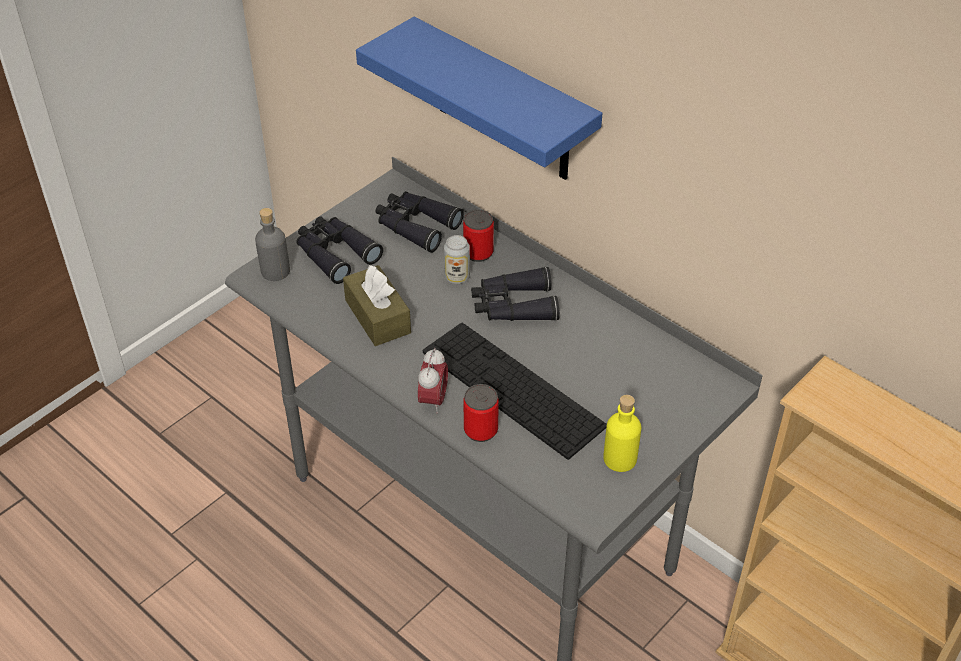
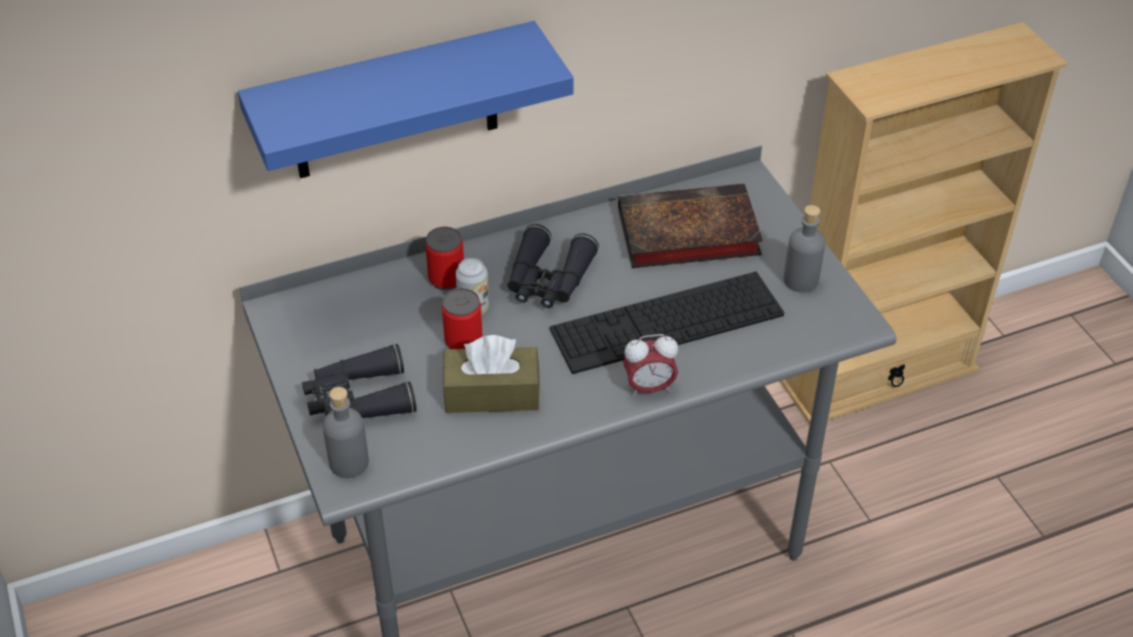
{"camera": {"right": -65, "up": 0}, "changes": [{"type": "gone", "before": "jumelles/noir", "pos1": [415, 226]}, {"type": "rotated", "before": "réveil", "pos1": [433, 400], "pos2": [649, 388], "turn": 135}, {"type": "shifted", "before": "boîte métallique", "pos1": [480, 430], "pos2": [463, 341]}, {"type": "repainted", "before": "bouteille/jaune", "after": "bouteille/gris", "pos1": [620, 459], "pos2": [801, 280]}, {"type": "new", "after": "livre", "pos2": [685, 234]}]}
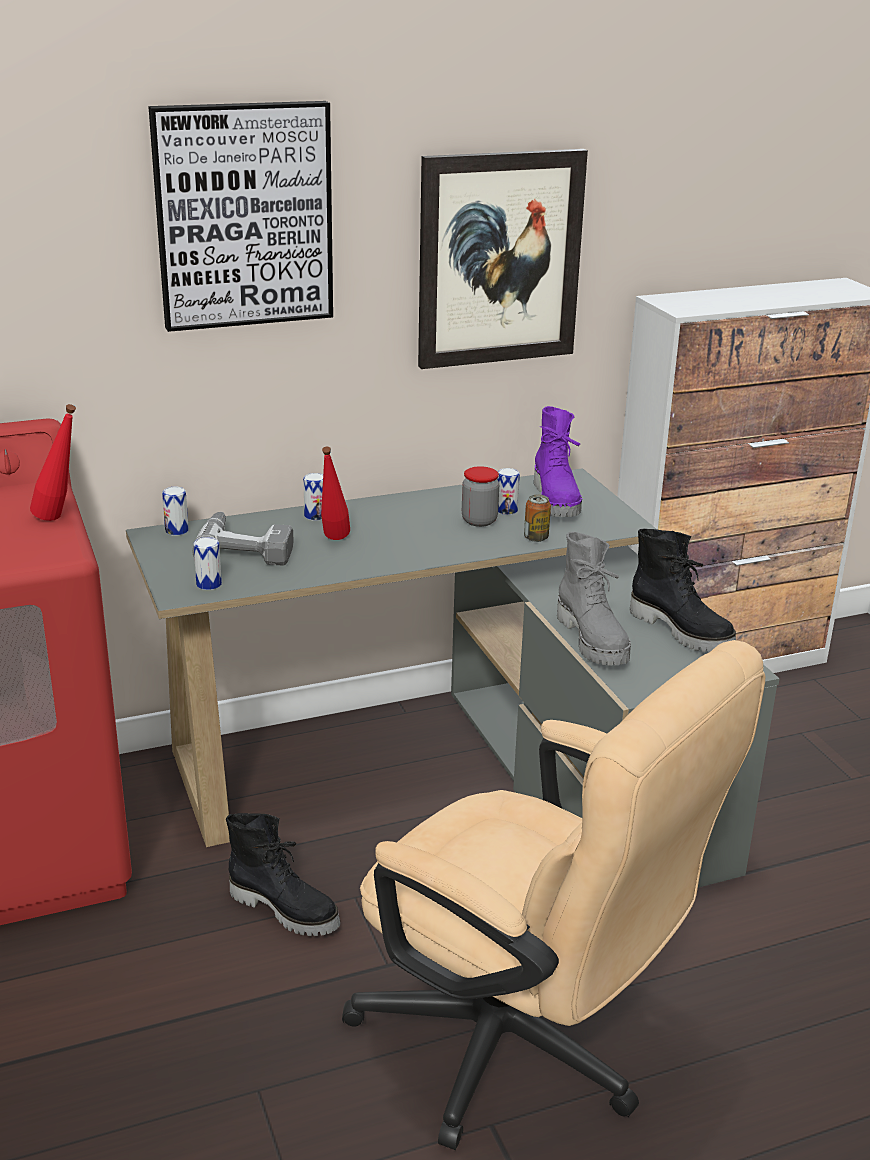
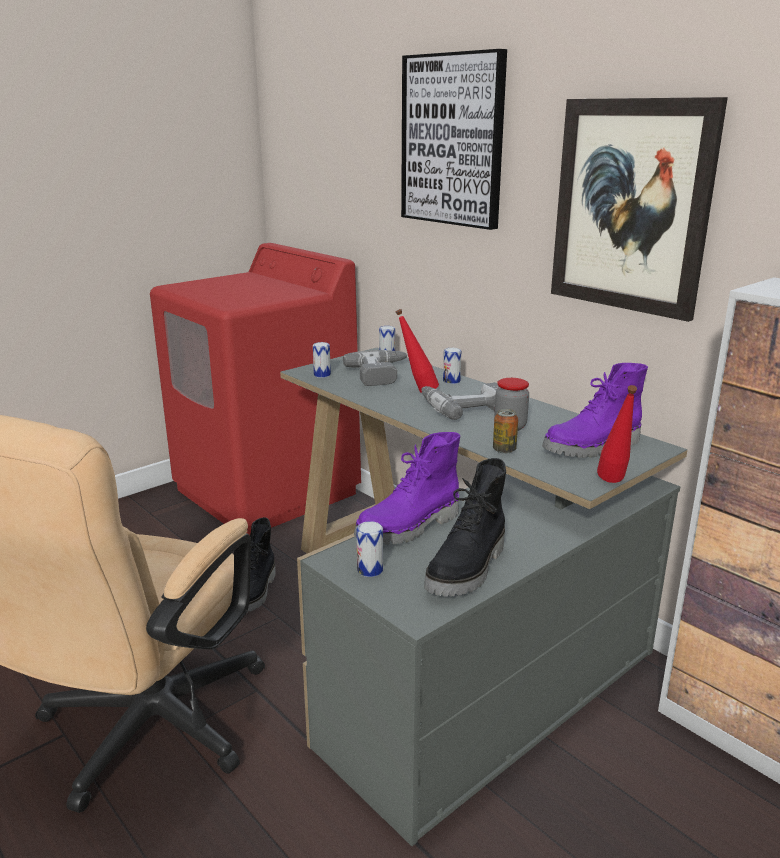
{"camera": {"right": 70, "up": -5}, "changes": [{"type": "shifted", "before": "bouteille/rouge", "pos1": [61, 519], "pos2": [613, 484]}, {"type": "shifted", "before": "boîte métallique", "pos1": [506, 510], "pos2": [370, 570]}, {"type": "repainted", "before": "botte/gris", "after": "botte/violet", "pos1": [593, 640], "pos2": [410, 528]}, {"type": "new", "after": "perceuse", "pos2": [464, 406]}]}
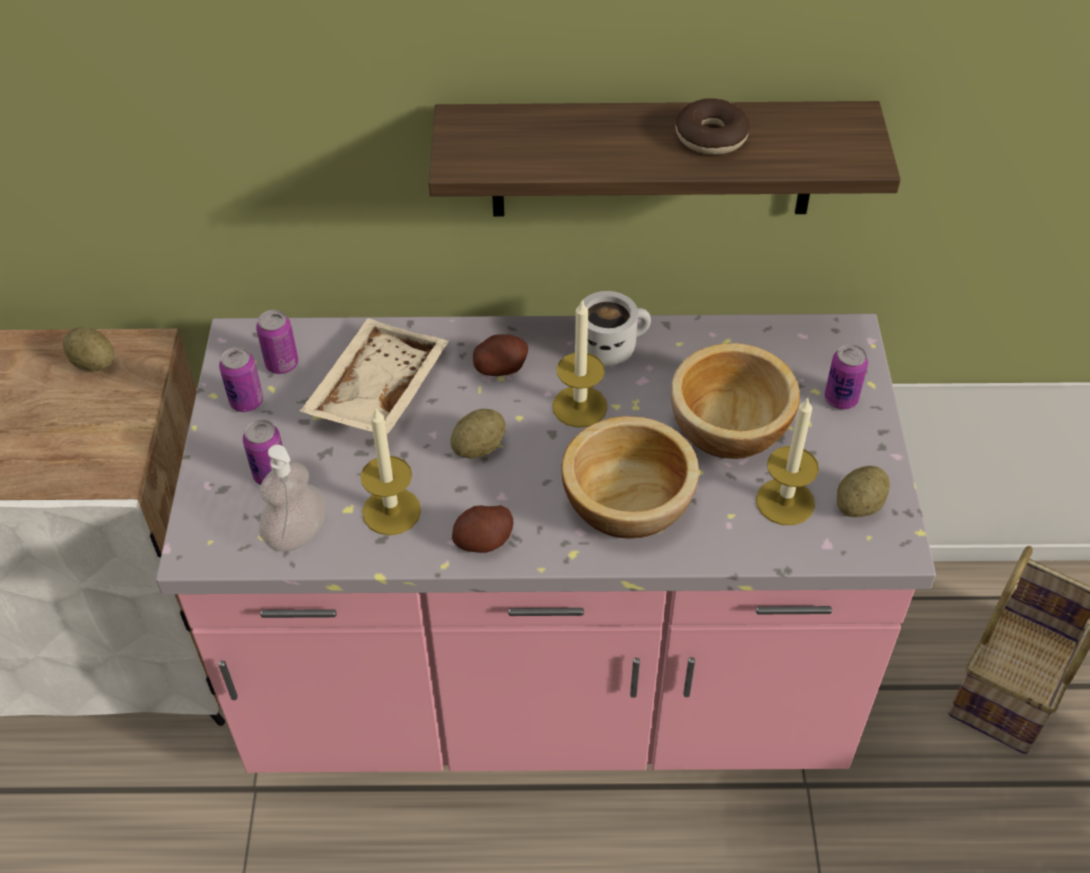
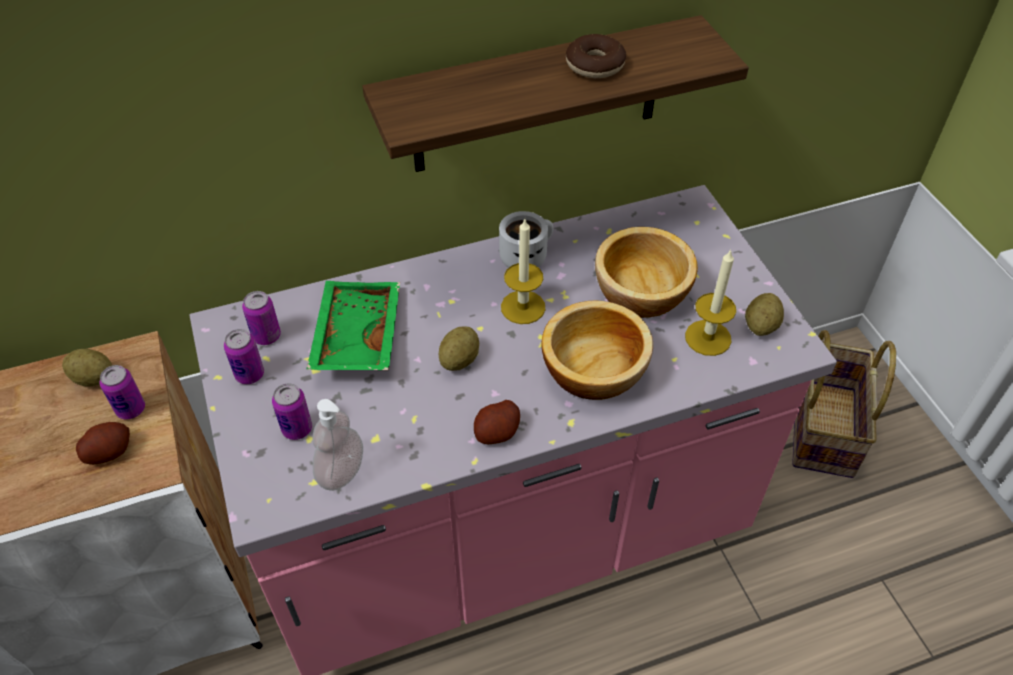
{"camera": {"right": -20, "up": 0}, "changes": [{"type": "repainted", "before": "plateau/beige", "after": "plateau/vert", "pos1": [376, 390], "pos2": [355, 336]}, {"type": "gone", "before": "bougie", "pos1": [391, 511]}, {"type": "shifted", "before": "pomme de terre", "pos1": [500, 367], "pos2": [109, 452]}, {"type": "shifted", "before": "boîte métallique", "pos1": [841, 399], "pos2": [131, 409]}]}
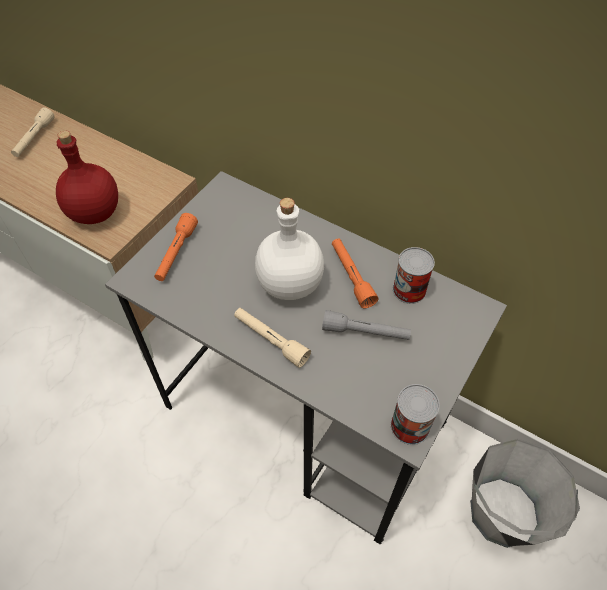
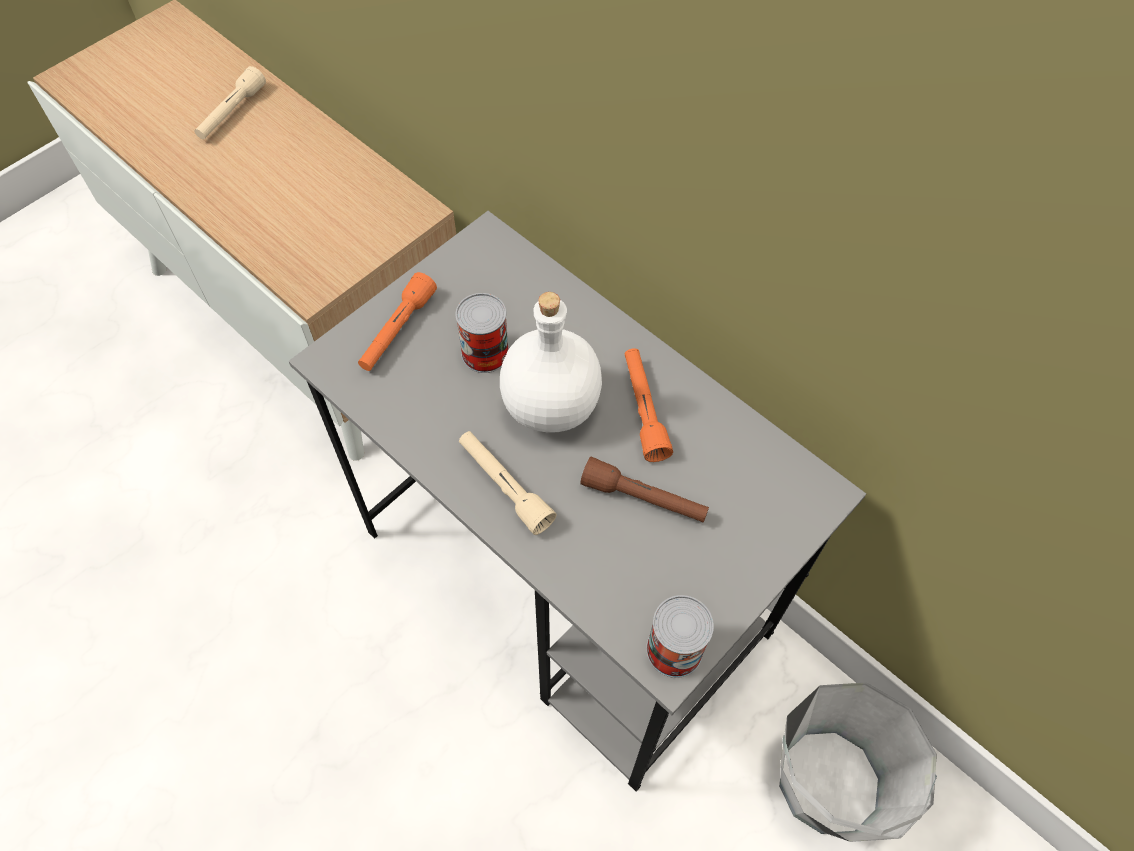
{"camera": {"right": 10, "up": 5}, "changes": [{"type": "gone", "before": "bouteille/rouge", "pos1": [96, 213]}, {"type": "repainted", "before": "lampe de poche/gris", "after": "lampe de poche/marron", "pos1": [365, 332], "pos2": [644, 499]}, {"type": "shifted", "before": "boîte métallique", "pos1": [409, 290], "pos2": [485, 353]}]}
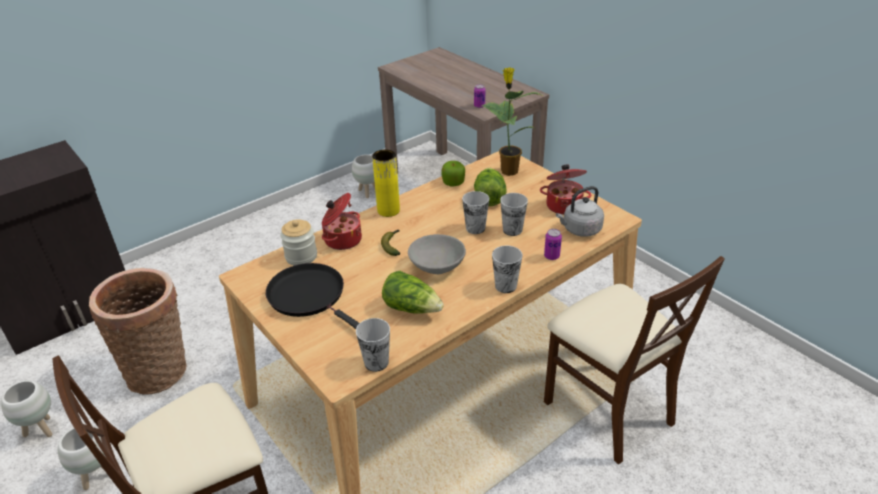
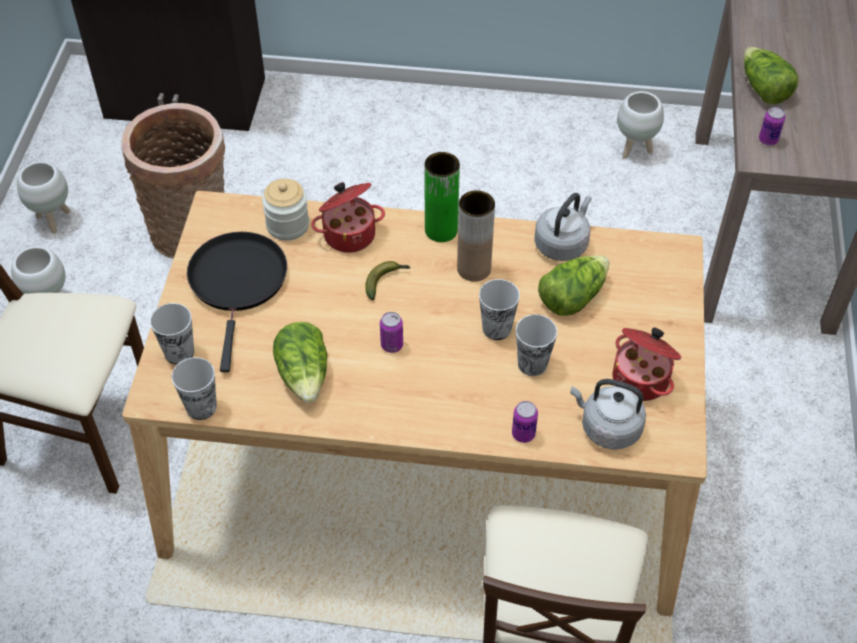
{"camera": {"right": 45, "up": 15}, "changes": [{"type": "repainted", "before": "vase/jaune", "after": "vase/vert", "pos1": [388, 210], "pos2": [441, 230]}, {"type": "swapped", "before": "bol/gris", "after": "boîte métallique", "pos1": [437, 266], "pos2": [392, 345]}, {"type": "swapped", "before": "pomme", "after": "bouilloire/gris", "pos1": [453, 182], "pos2": [562, 244]}, {"type": "gone", "before": "plante en pot", "pos1": [508, 170]}, {"type": "shifted", "before": "tasse", "pos1": [505, 286], "pos2": [179, 352]}, {"type": "new", "after": "vase/marron", "pos2": [474, 269]}, {"type": "new", "after": "laitue", "pos2": [763, 89]}]}
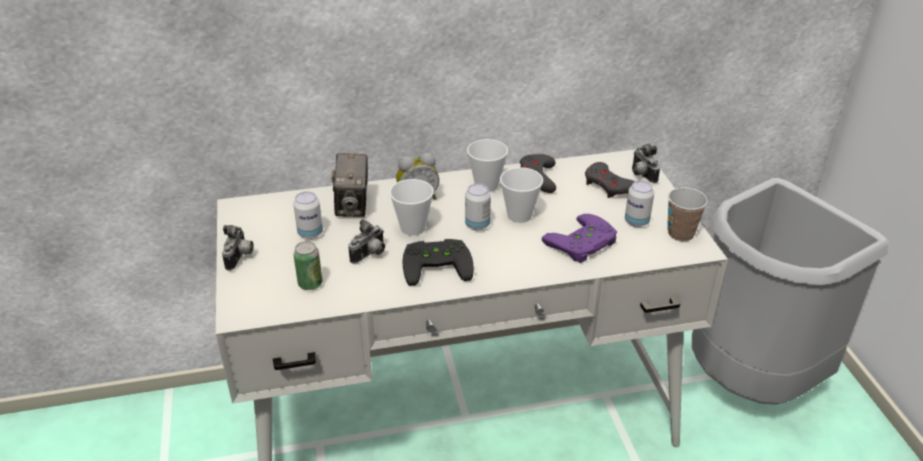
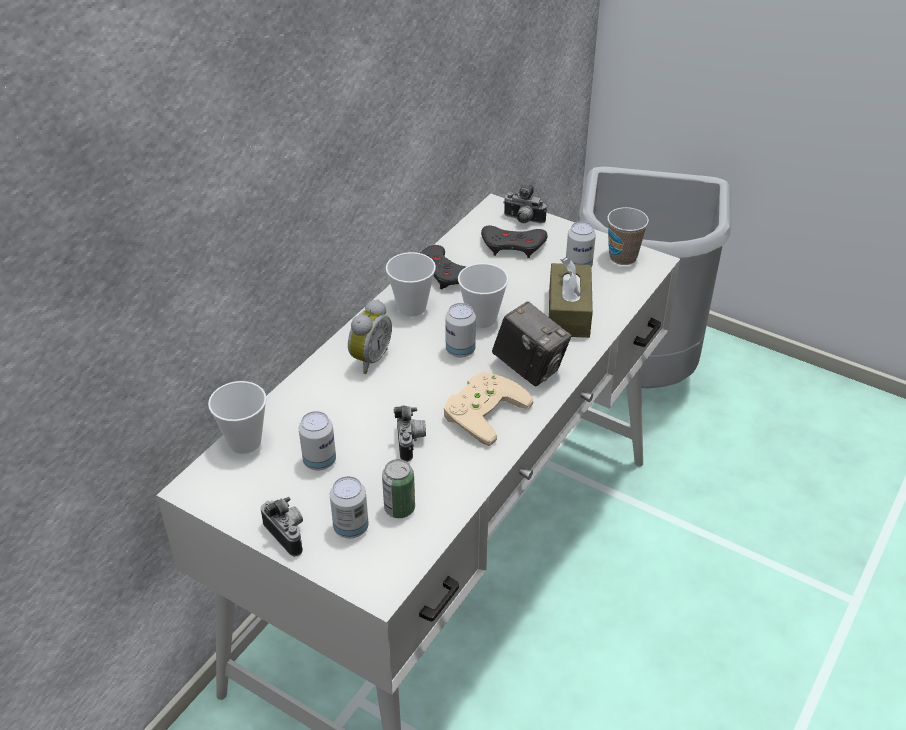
{"camera": {"right": -45, "up": 5}, "changes": [{"type": "shifted", "before": "appareil photo", "pos1": [353, 206], "pos2": [529, 368]}, {"type": "shifted", "before": "tasse", "pos1": [413, 228], "pos2": [245, 442]}, {"type": "repainted", "before": "manette/noir", "after": "manette/beige", "pos1": [437, 264], "pos2": [481, 409]}, {"type": "swapped", "before": "manette/violet", "after": "boîte à mouchoirs/marron", "pos1": [583, 244], "pos2": [569, 312]}, {"type": "new", "after": "boîte métallique", "pos2": [351, 527]}]}
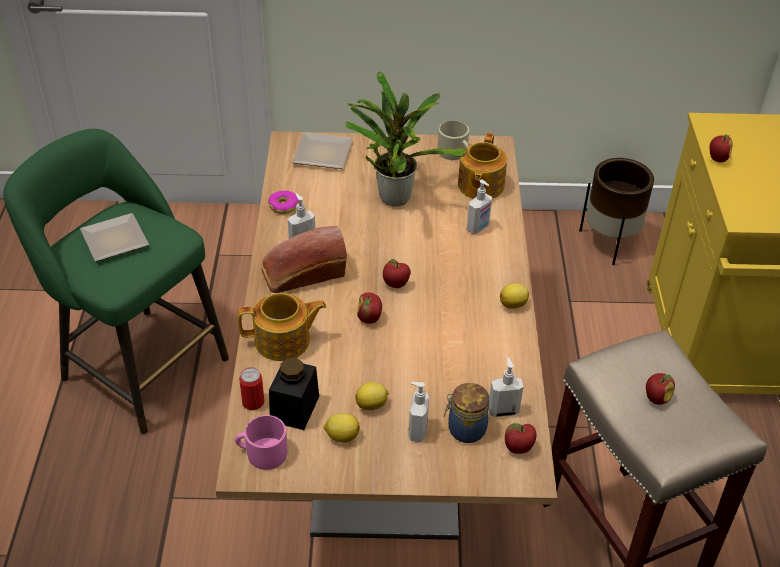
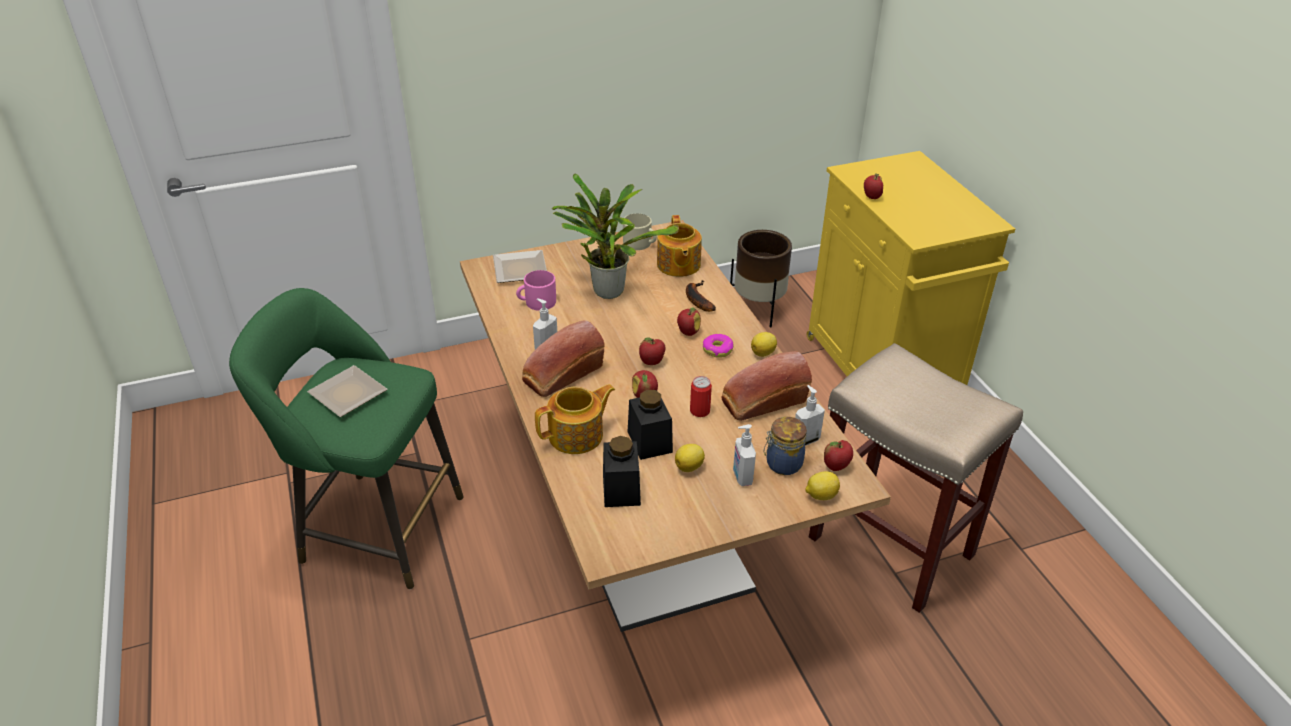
{"camera": {"right": -20, "up": -5}, "changes": [{"type": "shifted", "before": "mug/rose", "pos1": [262, 453], "pos2": [536, 302]}, {"type": "shifted", "before": "boîte métallique", "pos1": [253, 402], "pos2": [700, 411]}, {"type": "shifted", "before": "beignet", "pos1": [284, 206], "pos2": [717, 349]}, {"type": "shifted", "before": "citron", "pos1": [341, 436], "pos2": [820, 495]}, {"type": "swapped", "before": "distributeur de savon", "after": "banane", "pos1": [478, 228], "pos2": [697, 299]}, {"type": "shifted", "before": "pomme", "pos1": [656, 398], "pos2": [688, 332]}, {"type": "new", "after": "bocal/noir", "pos2": [649, 442]}, {"type": "new", "after": "pain", "pos2": [762, 402]}]}
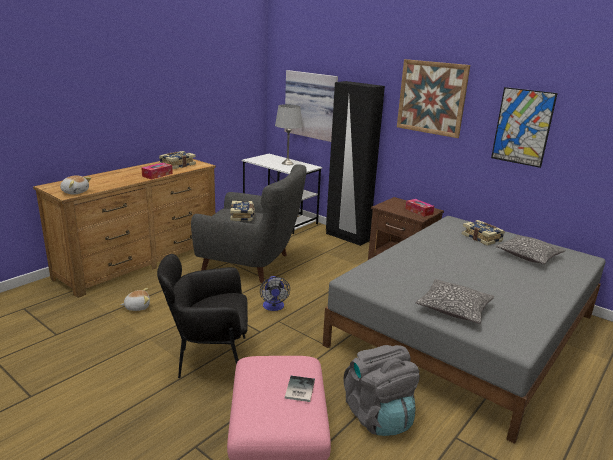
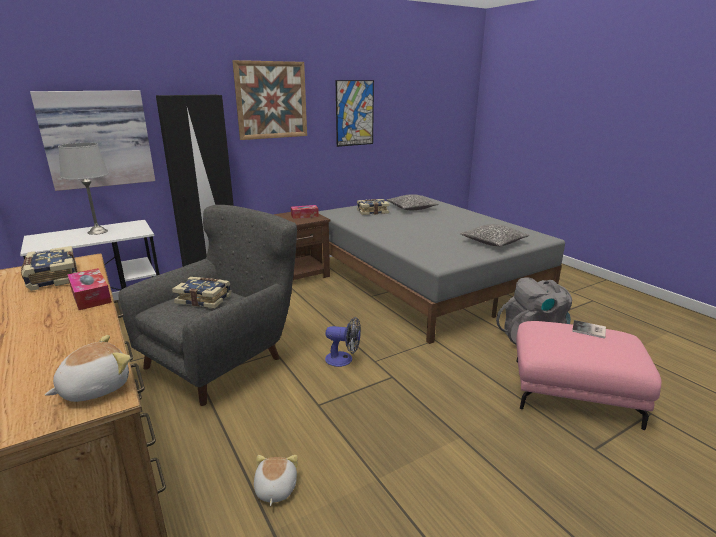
{"camera": {"right": -70, "up": 0}, "changes": [{"type": "gone", "before": "fauteuil/noir", "pos1": [209, 362]}]}
